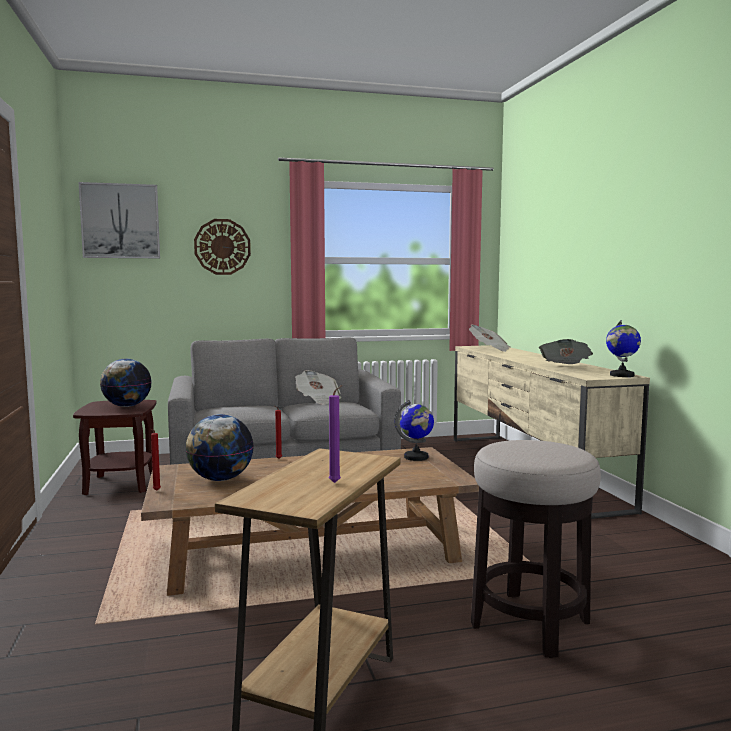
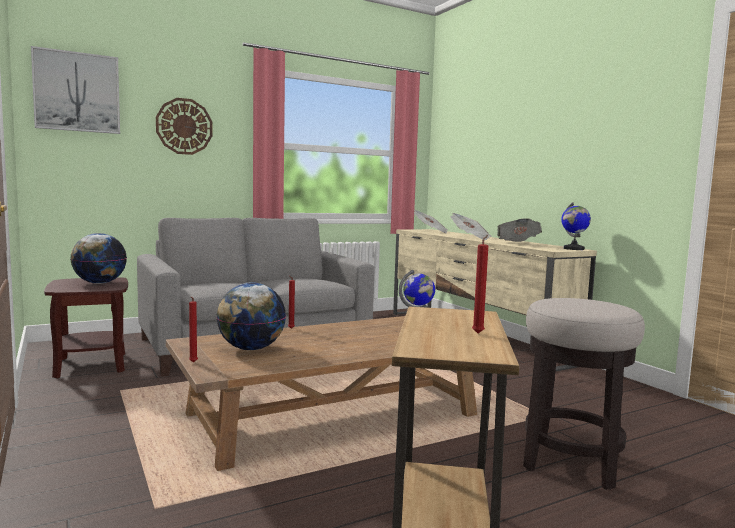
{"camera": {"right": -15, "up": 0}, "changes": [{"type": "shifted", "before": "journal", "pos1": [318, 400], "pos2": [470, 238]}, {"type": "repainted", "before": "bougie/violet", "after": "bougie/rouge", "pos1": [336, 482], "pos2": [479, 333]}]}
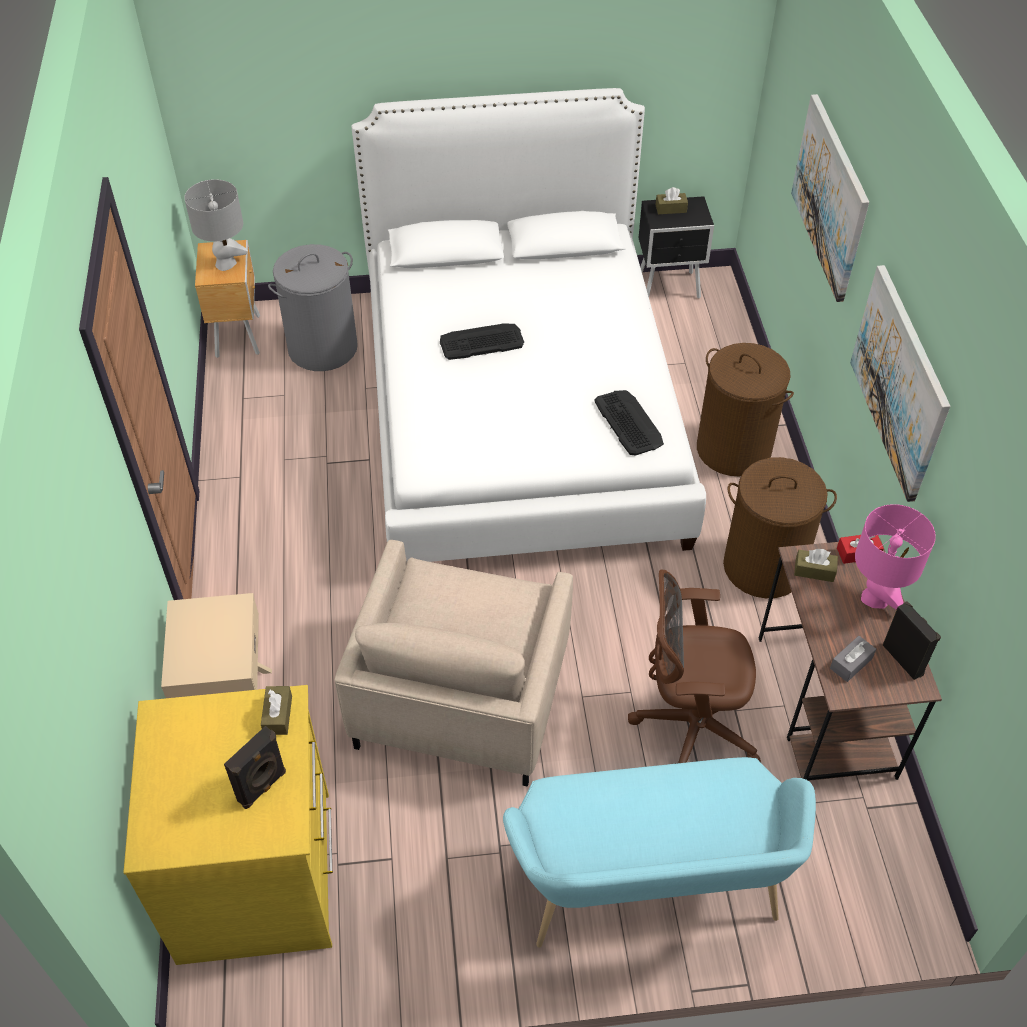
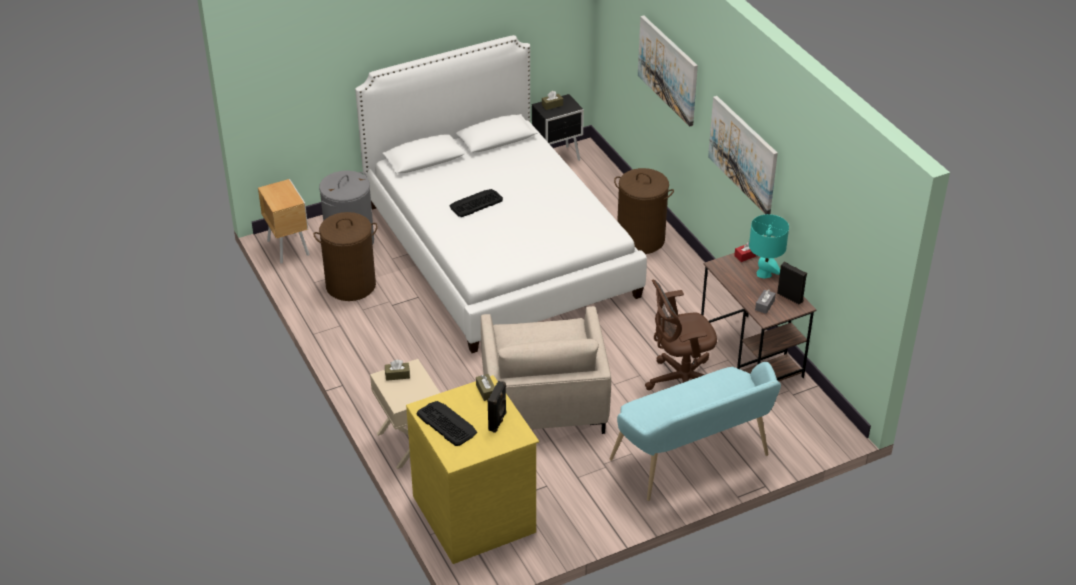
{"camera": {"right": -20, "up": -10}, "changes": [{"type": "gone", "before": "lampe de table/gris", "pos1": [226, 264]}, {"type": "shifted", "before": "clavier", "pos1": [628, 422], "pos2": [446, 423]}, {"type": "shifted", "before": "panier à linge/marron", "pos1": [763, 566], "pos2": [351, 285]}, {"type": "shifted", "before": "boîte à mouchoirs/marron", "pos1": [814, 571], "pos2": [397, 375]}, {"type": "repainted", "before": "lampe de table/rose", "after": "lampe de table/turquoise", "pos1": [874, 598], "pos2": [764, 274]}]}
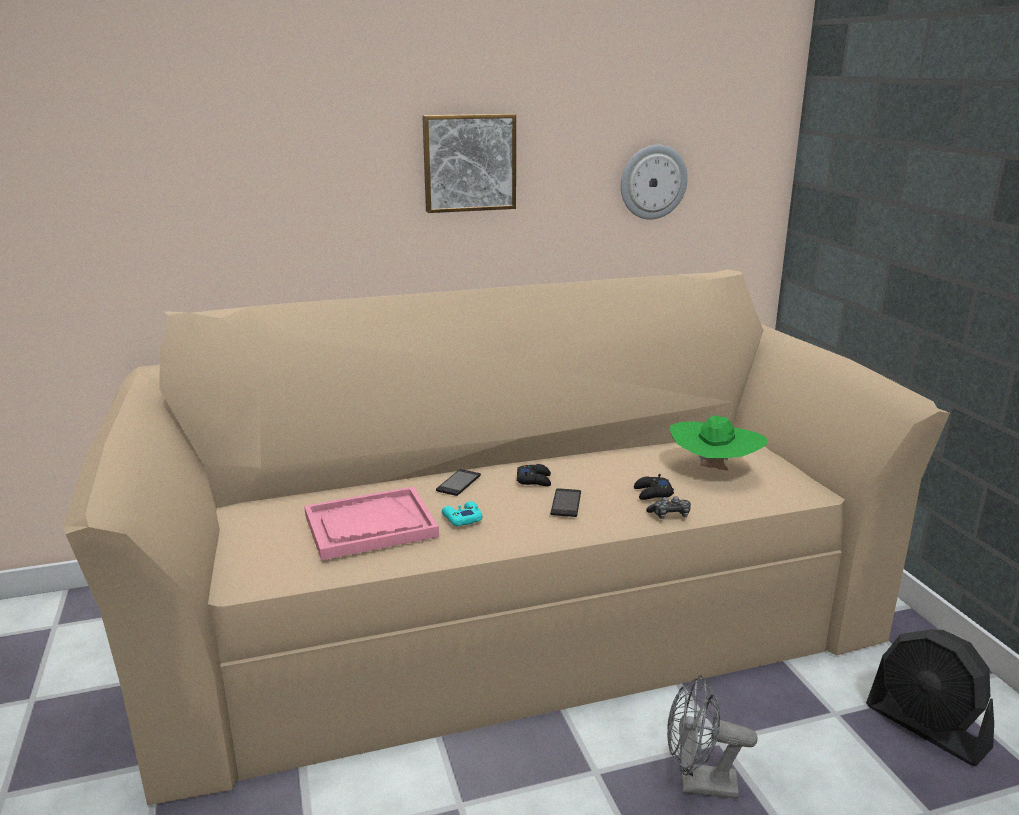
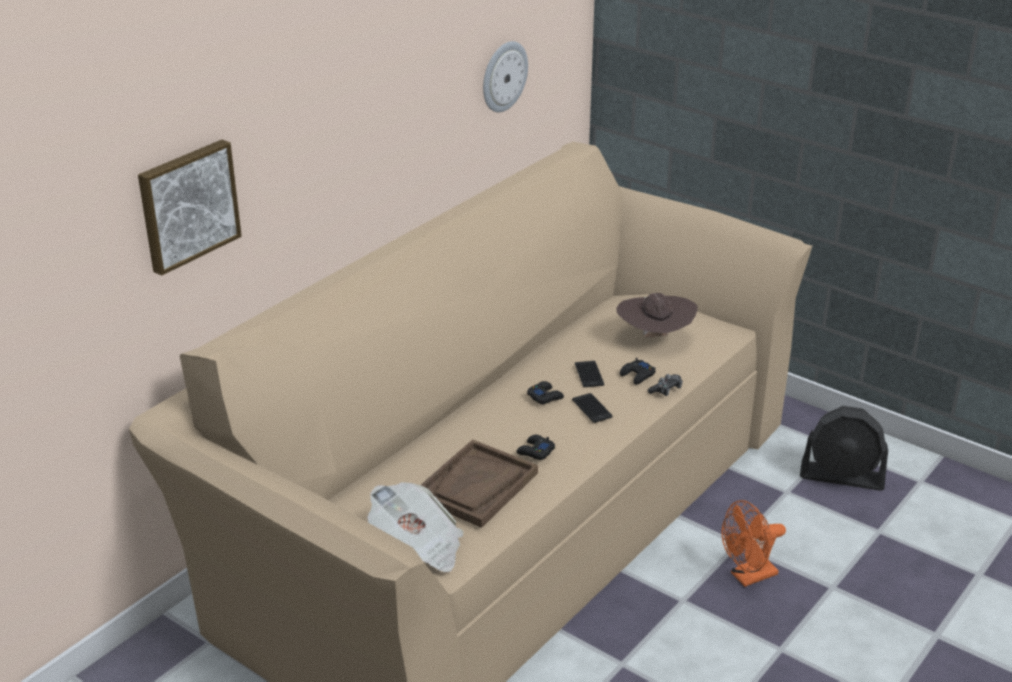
{"camera": {"right": -35, "up": 10}, "changes": [{"type": "repainted", "before": "plateau/rose", "after": "plateau/marron", "pos1": [370, 526], "pos2": [476, 486]}, {"type": "shifted", "before": "tableau", "pos1": [469, 162], "pos2": [187, 205]}, {"type": "shifted", "before": "téléphone", "pos1": [458, 483], "pos2": [589, 374]}, {"type": "repainted", "before": "manette/turquoise", "after": "manette/noir", "pos1": [462, 518], "pos2": [535, 451]}, {"type": "repainted", "before": "ventilateur/gris", "after": "ventilateur/orange", "pos1": [698, 784], "pos2": [748, 577]}, {"type": "repainted", "before": "chapeau/vert", "after": "chapeau/marron", "pos1": [714, 471], "pos2": [654, 338]}, {"type": "new", "after": "journal", "pos2": [418, 547]}]}
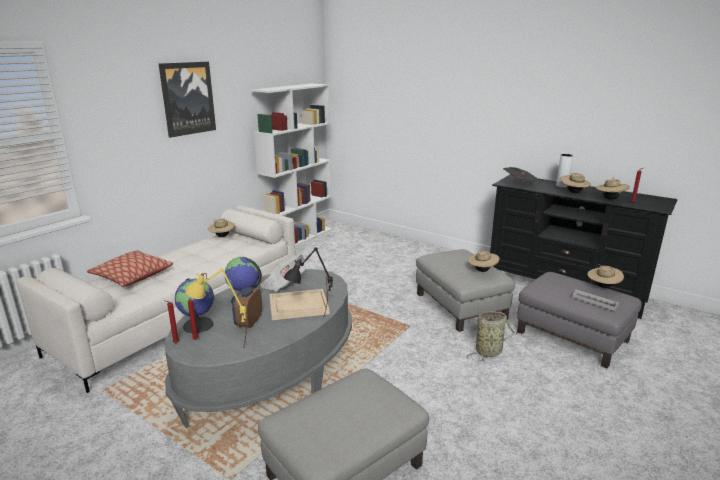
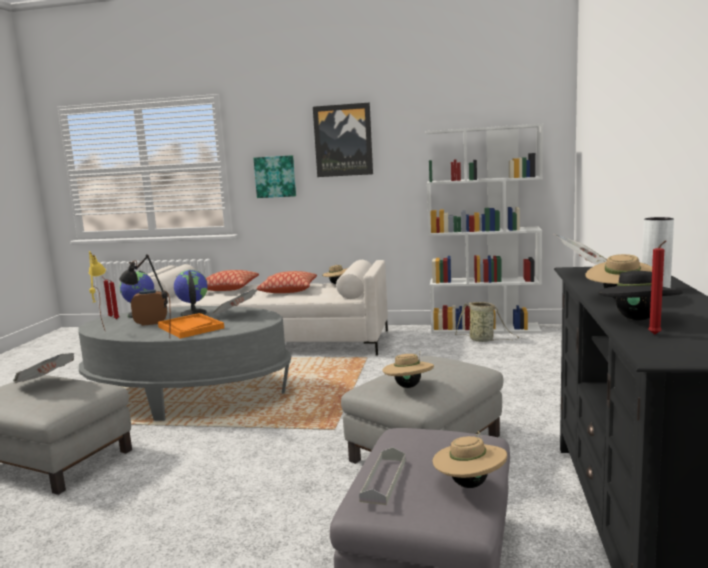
{"camera": {"right": 65, "up": -10}, "changes": [{"type": "repainted", "before": "plateau/beige", "after": "plateau/orange", "pos1": [298, 306], "pos2": [190, 327]}, {"type": "shifted", "before": "panier", "pos1": [490, 351], "pos2": [483, 340]}, {"type": "repainted", "before": "chapeau/beige", "after": "chapeau/noir", "pos1": [610, 199], "pos2": [638, 319]}, {"type": "new", "after": "journal", "pos2": [46, 383]}, {"type": "new", "after": "tableau", "pos2": [275, 176]}, {"type": "new", "after": "coussin", "pos2": [288, 290]}]}
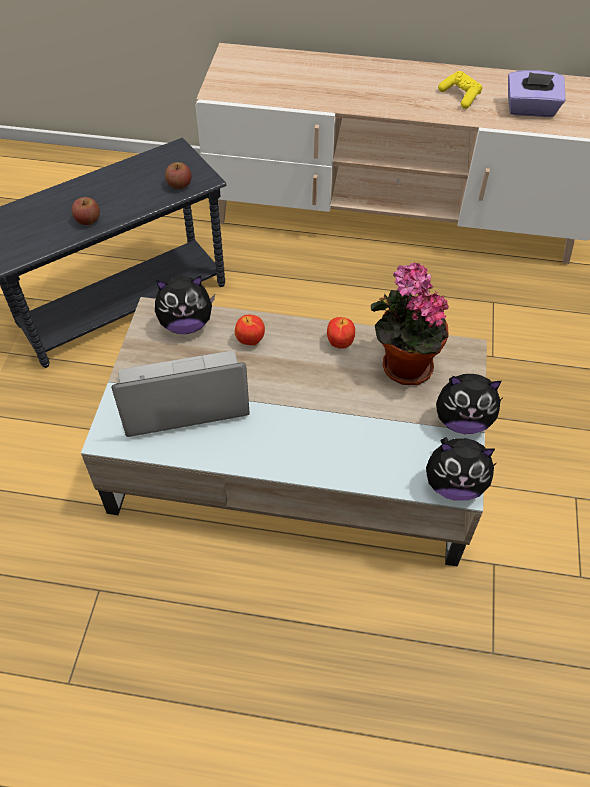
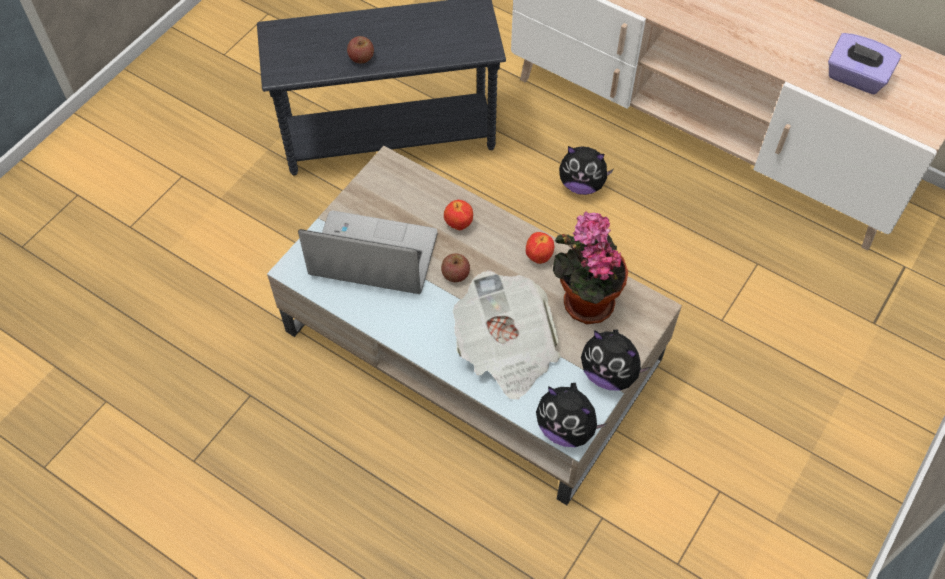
{"camera": {"right": 25, "up": 5}, "changes": [{"type": "shifted", "before": "peluche", "pos1": [186, 324], "pos2": [582, 185]}, {"type": "shifted", "before": "pomme", "pos1": [179, 185], "pos2": [455, 274]}, {"type": "gone", "before": "manette/jaune", "pos1": [460, 96]}, {"type": "new", "after": "journal", "pos2": [506, 349]}]}
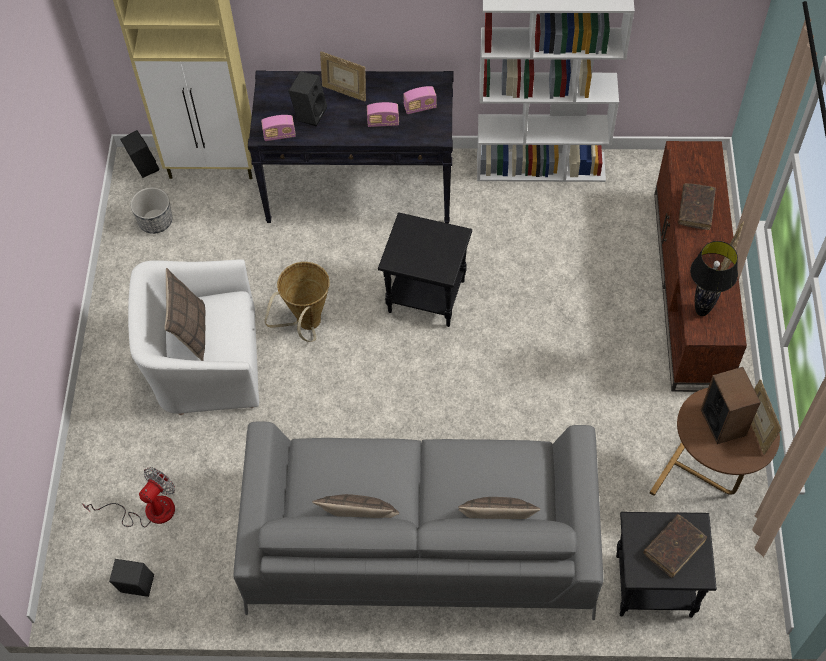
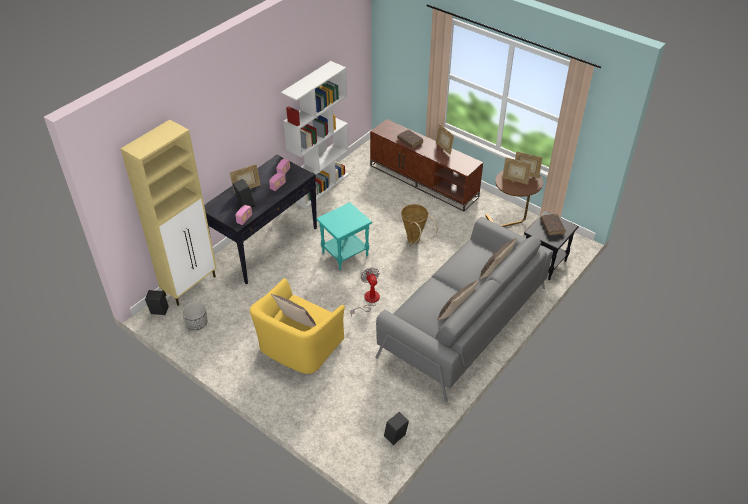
{"camera": {"right": -55, "up": -15}, "changes": [{"type": "shifted", "before": "ventilateur", "pos1": [148, 510], "pos2": [368, 300]}, {"type": "repainted", "before": "fauteuil/blanc", "after": "fauteuil/jaune", "pos1": [205, 363], "pos2": [299, 346]}, {"type": "shifted", "before": "panier", "pos1": [306, 325], "pos2": [415, 242]}, {"type": "repainted", "before": "table d'appoint/noir", "after": "table d'appoint/turquoise", "pos1": [427, 295], "pos2": [345, 254]}, {"type": "gone", "before": "lampe de table/noir", "pos1": [701, 312]}, {"type": "swapped", "before": "enceinte", "after": "cadre photo", "pos1": [723, 422], "pos2": [515, 180]}]}
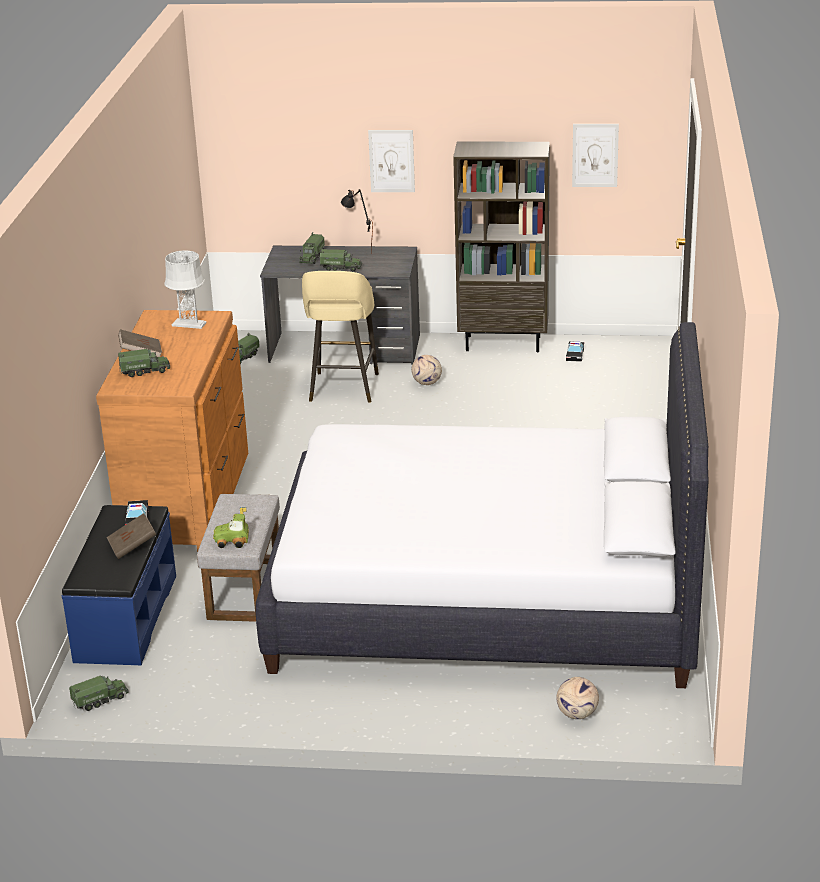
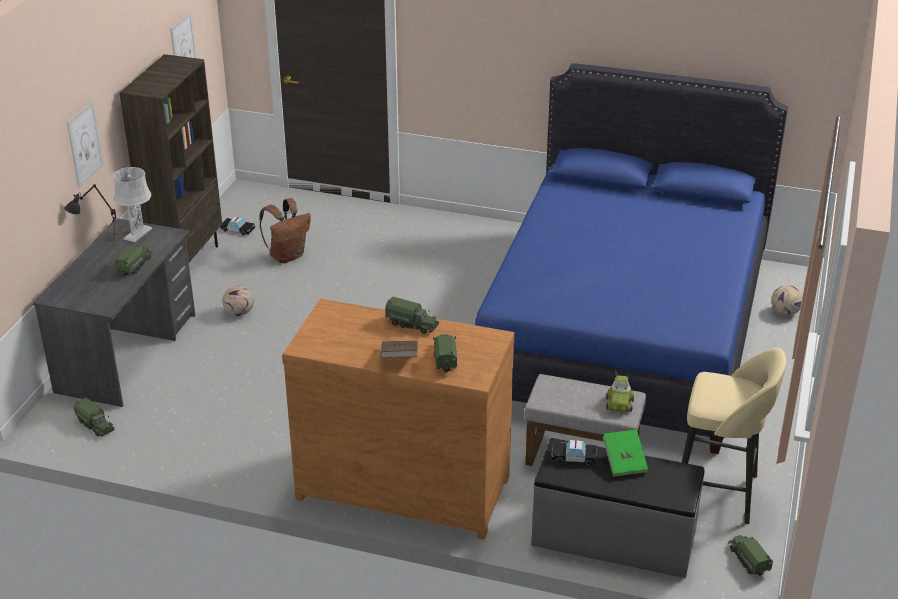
{"camera": {"right": -80, "up": 5}, "changes": [{"type": "repainted", "before": "banc/bleu", "after": "banc/gris", "pos1": [125, 618], "pos2": [613, 539]}, {"type": "repainted", "before": "livre/marron", "after": "livre/vert", "pos1": [132, 546], "pos2": [624, 462]}, {"type": "shifted", "before": "lampe de table/gris", "pos1": [188, 324], "pos2": [138, 234]}, {"type": "repainted", "before": "lit/blanc", "after": "lit/bleu", "pos1": [486, 596], "pos2": [623, 330]}, {"type": "shifted", "before": "camion jouet", "pos1": [312, 258], "pos2": [412, 324]}, {"type": "shifted", "before": "tabouret/beige", "pos1": [343, 389], "pos2": [718, 493]}, {"type": "new", "after": "sac à dos/marron", "pos2": [287, 256]}]}
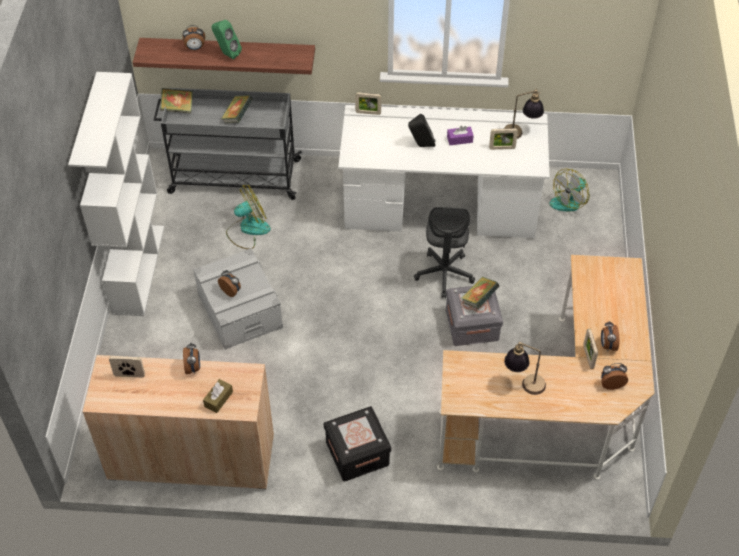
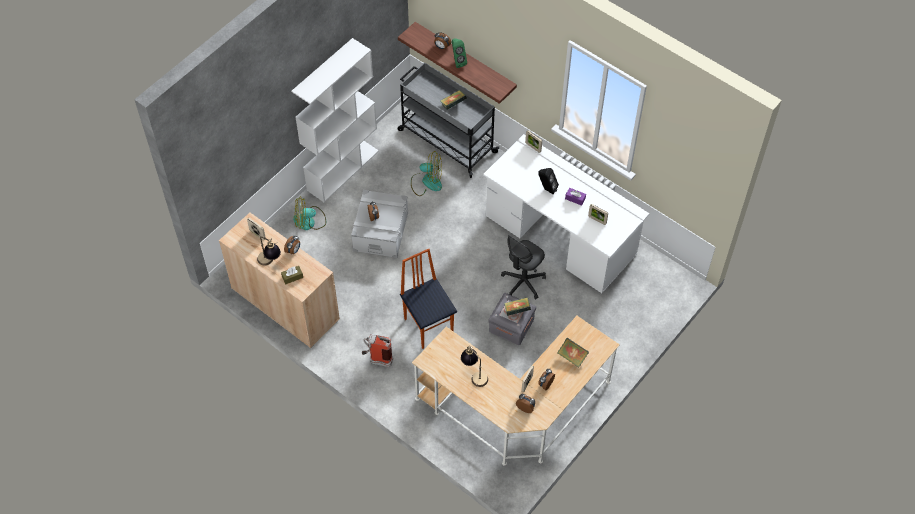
{"camera": {"right": 35, "up": 5}, "changes": [{"type": "shifted", "before": "livre", "pos1": [178, 108], "pos2": [572, 357]}, {"type": "swapped", "before": "boîte de rangement/noir", "after": "extincteur", "pos1": [357, 453], "pos2": [377, 360]}, {"type": "shifted", "before": "lampe de table", "pos1": [521, 133], "pos2": [270, 262]}, {"type": "shifted", "before": "ventilateur", "pos1": [570, 200], "pos2": [309, 221]}, {"type": "new", "after": "chaise", "pos2": [429, 325]}]}
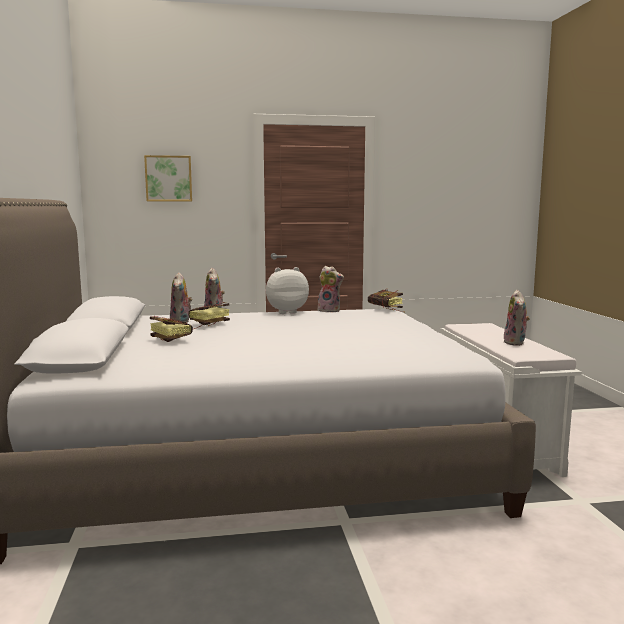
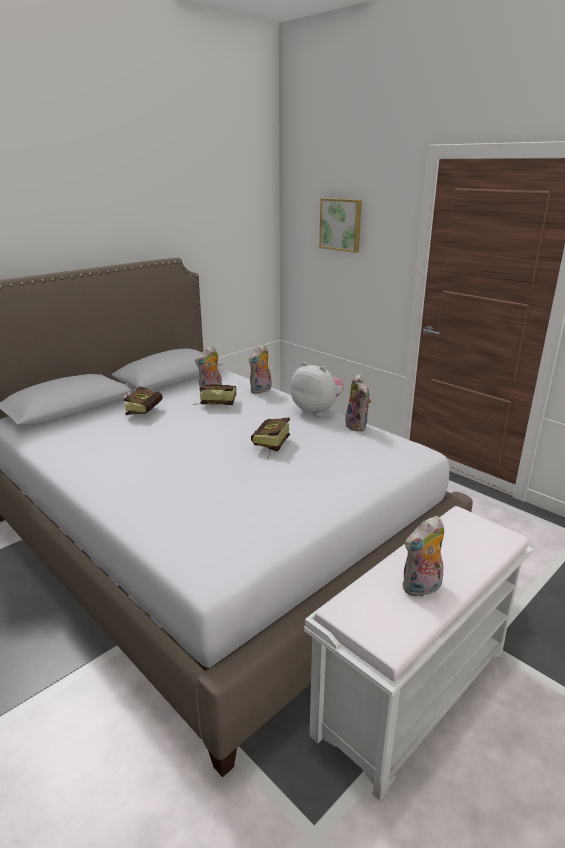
{"camera": {"right": 55, "up": 15}, "changes": [{"type": "shifted", "before": "livre", "pos1": [387, 310], "pos2": [269, 446]}]}
